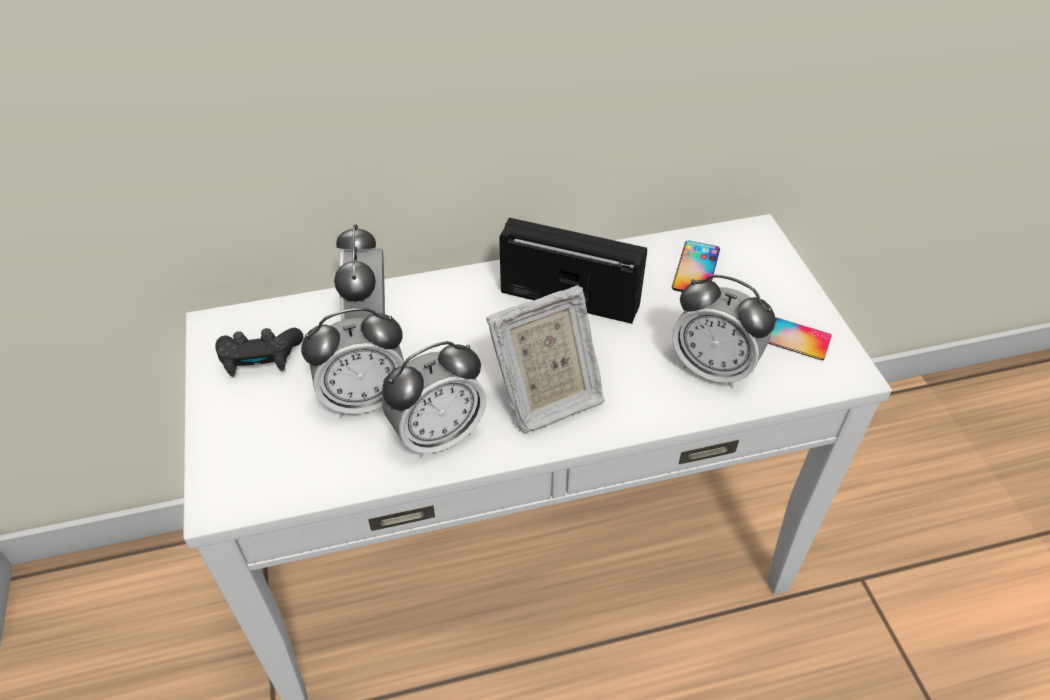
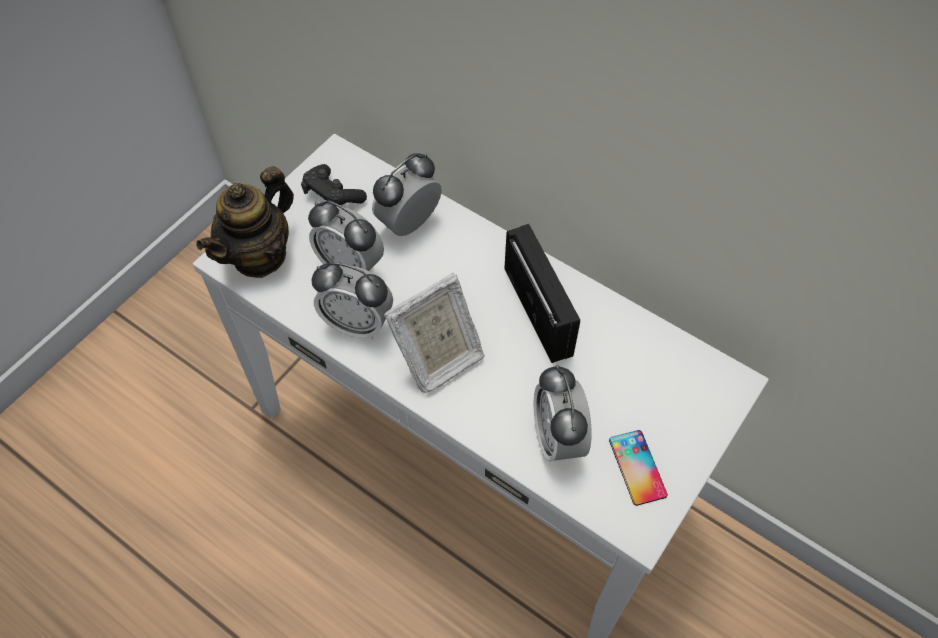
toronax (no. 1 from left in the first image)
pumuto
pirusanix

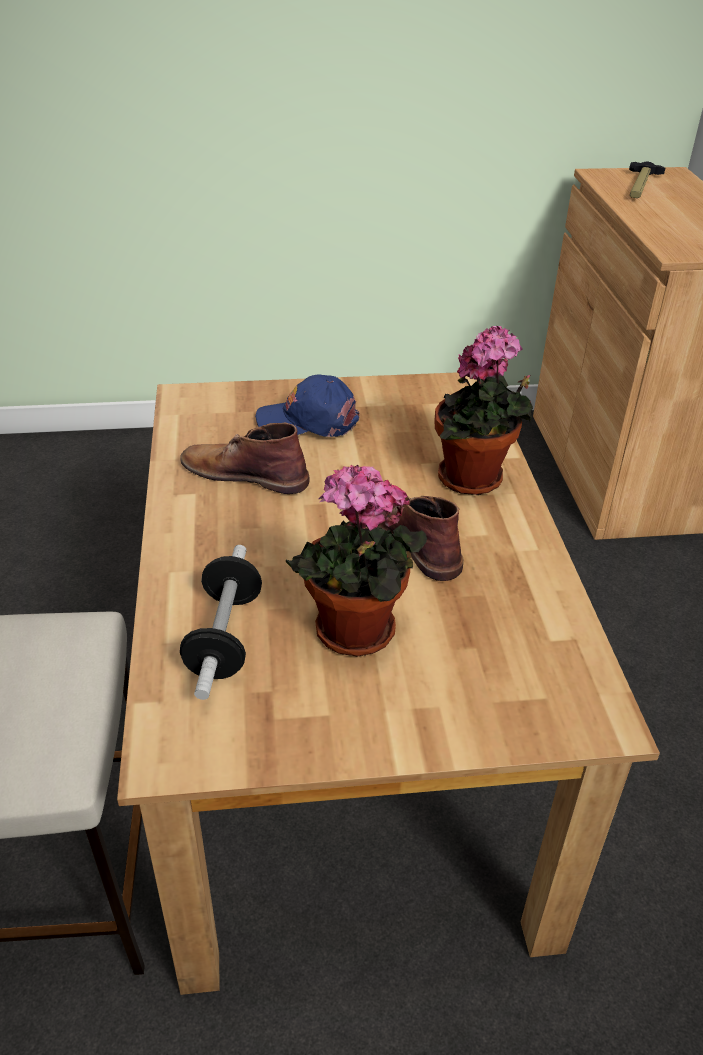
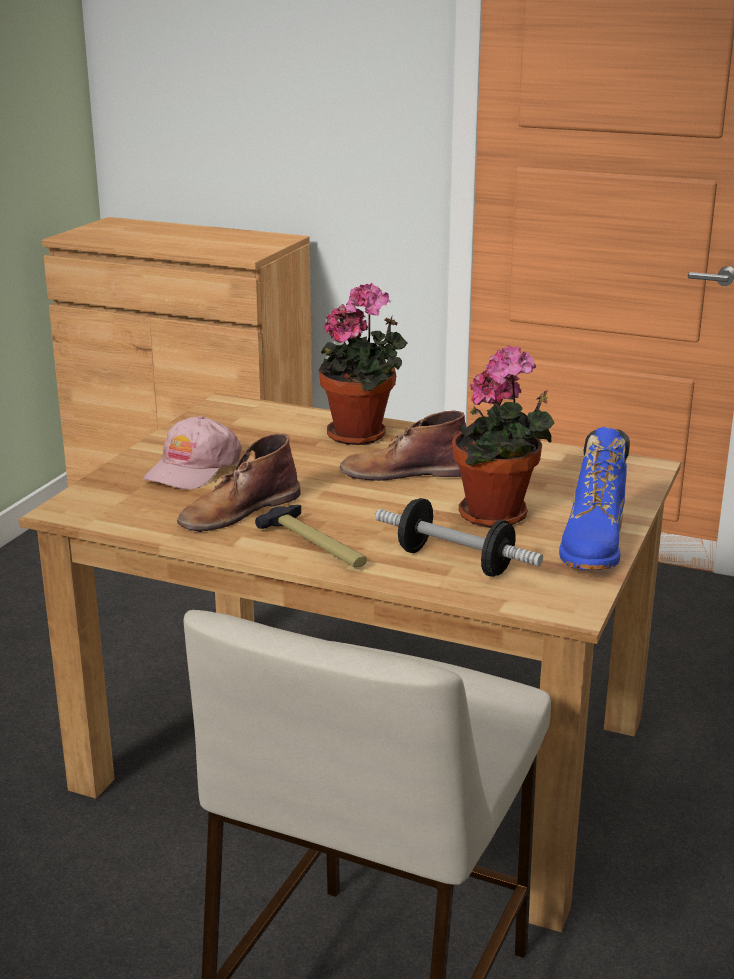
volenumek
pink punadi
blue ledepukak

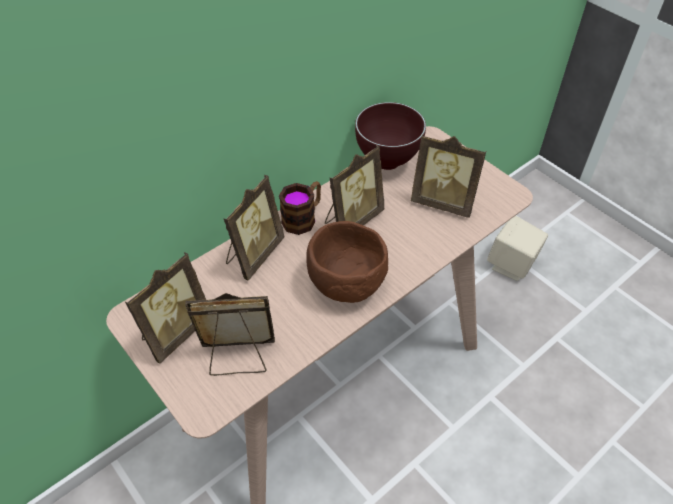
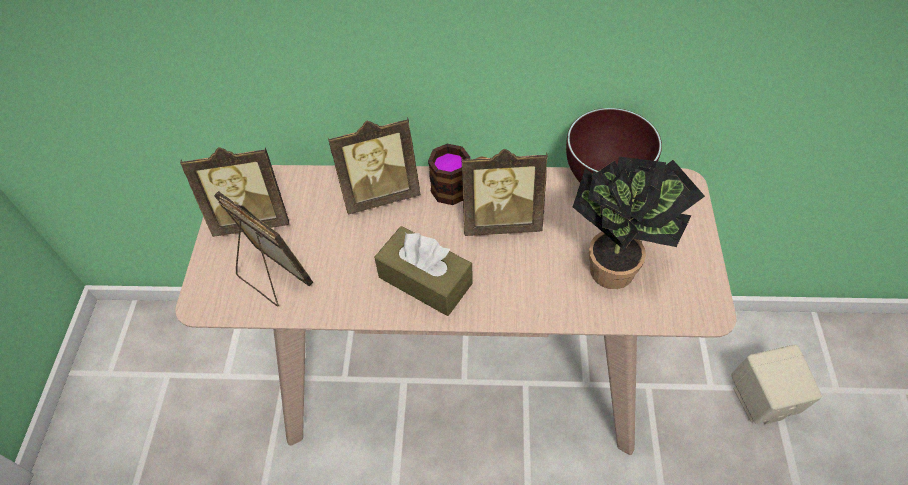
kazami
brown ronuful

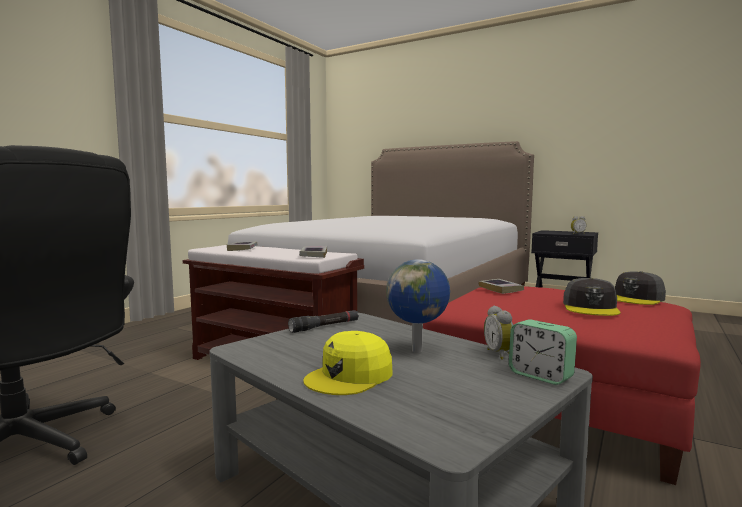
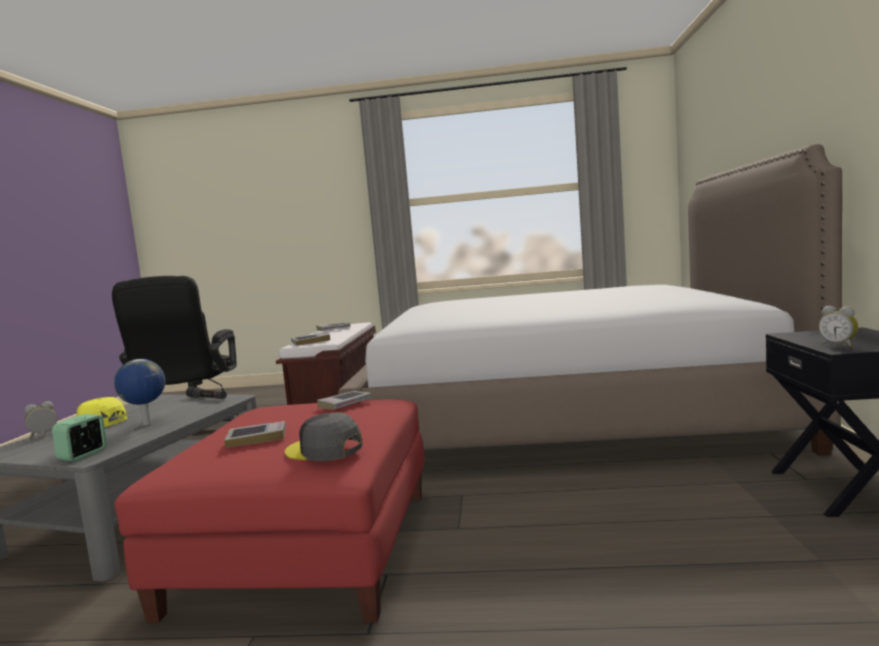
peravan (no. 1 from left)
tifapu (no. 1 from left)

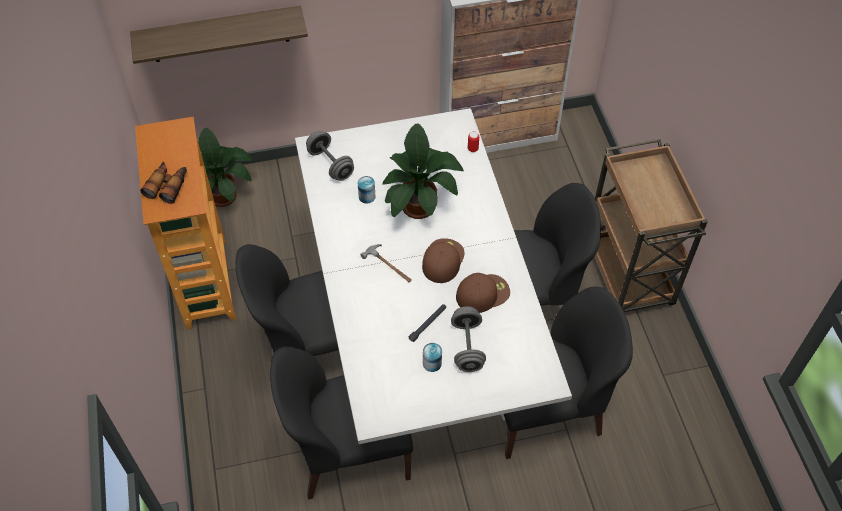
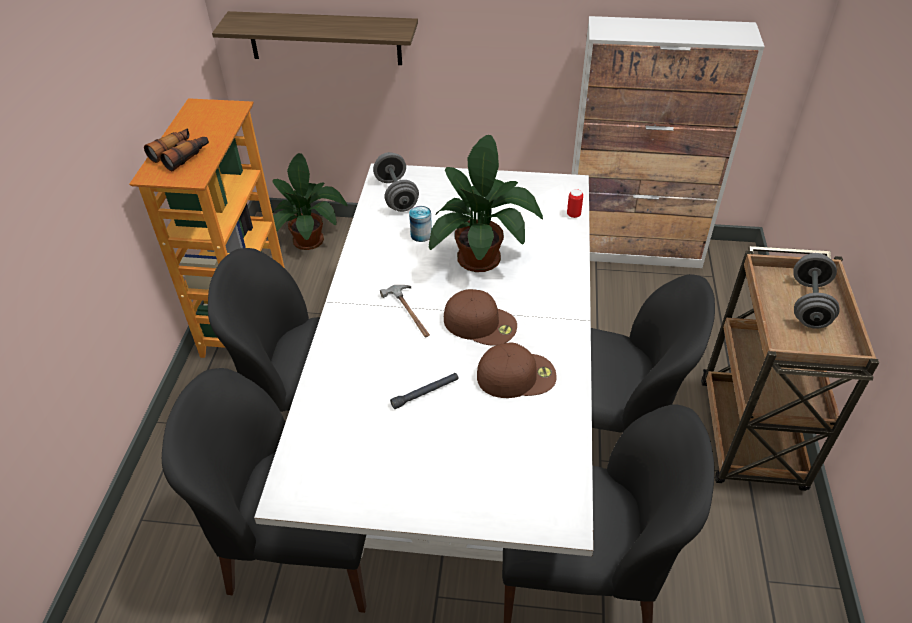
brown punadi (no. 1 from left)
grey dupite (no. 2 from left)
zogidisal (no. 2 from left in the first image)

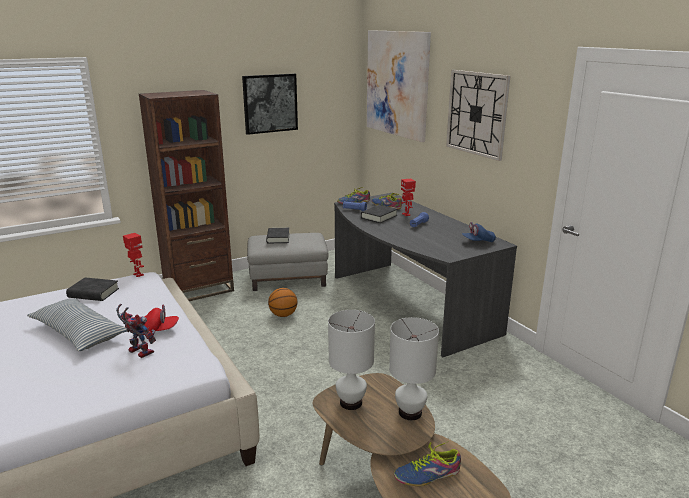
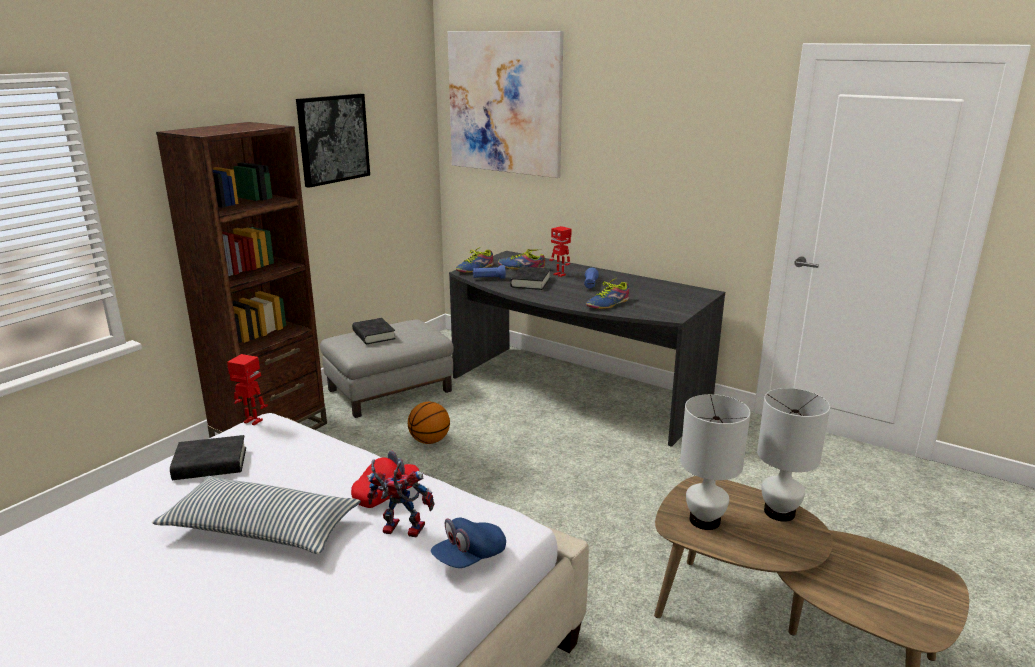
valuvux
blue punadi
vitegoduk (no. 3 from left)

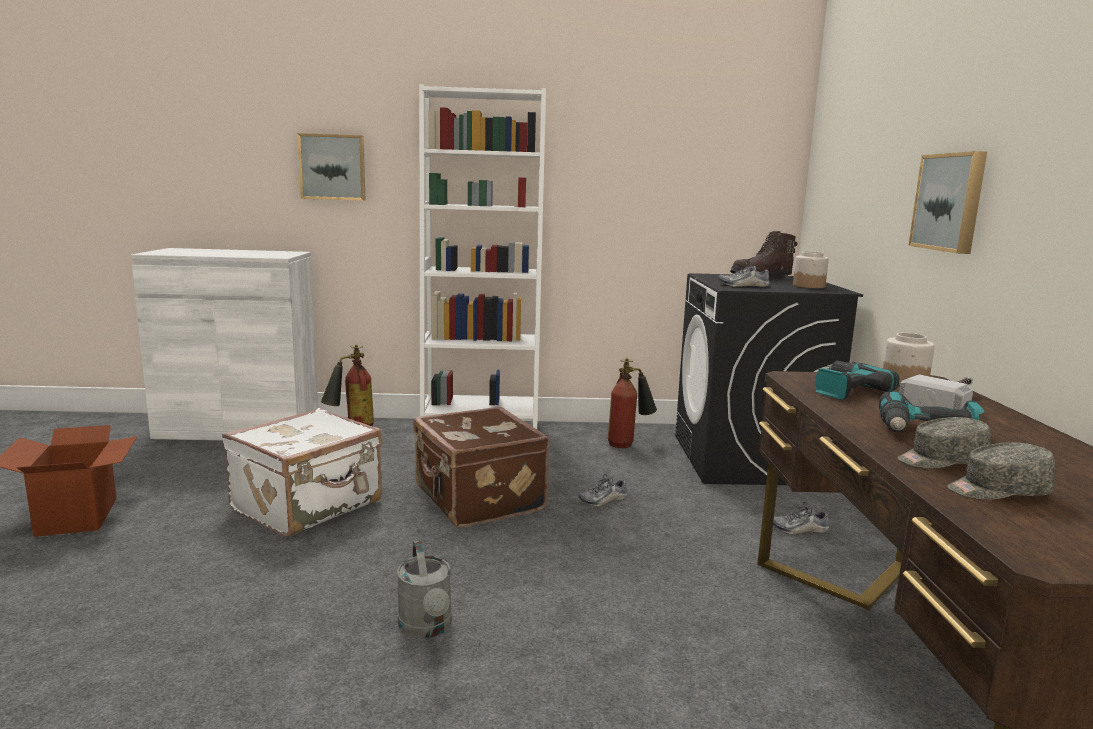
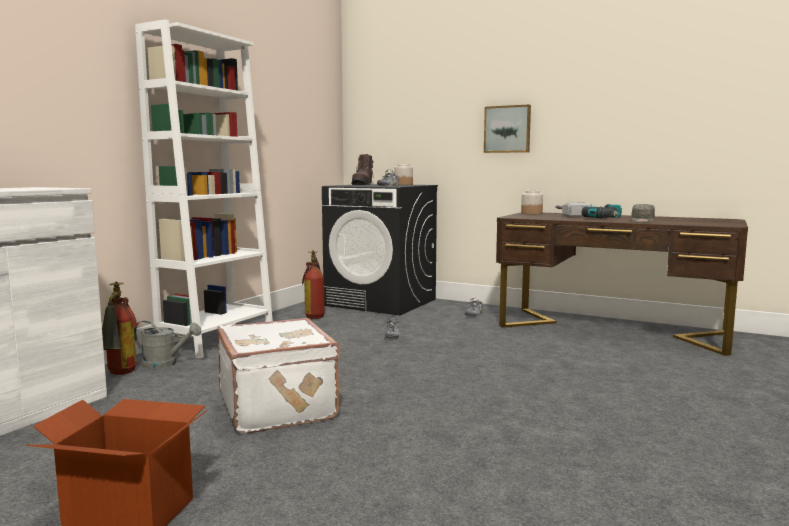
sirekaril (no. 1 from left in the first image)
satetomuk (no. 1 from left in the first image)
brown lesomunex
grey punadi (no. 2 from left in the first image)
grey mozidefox

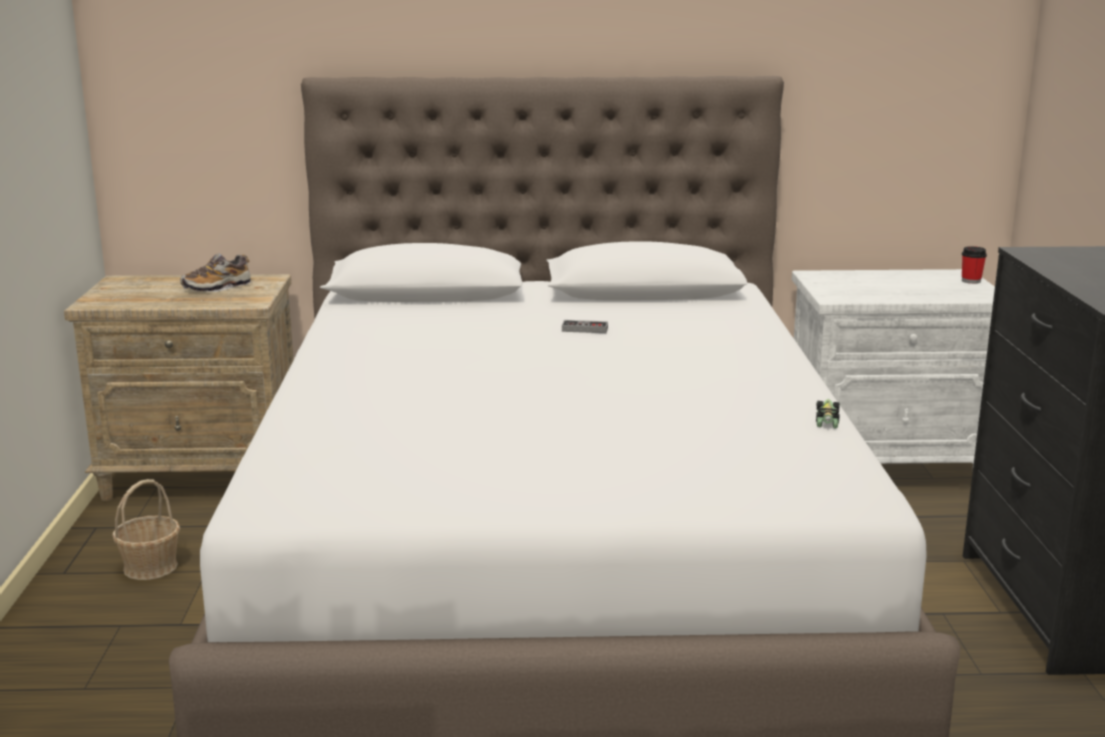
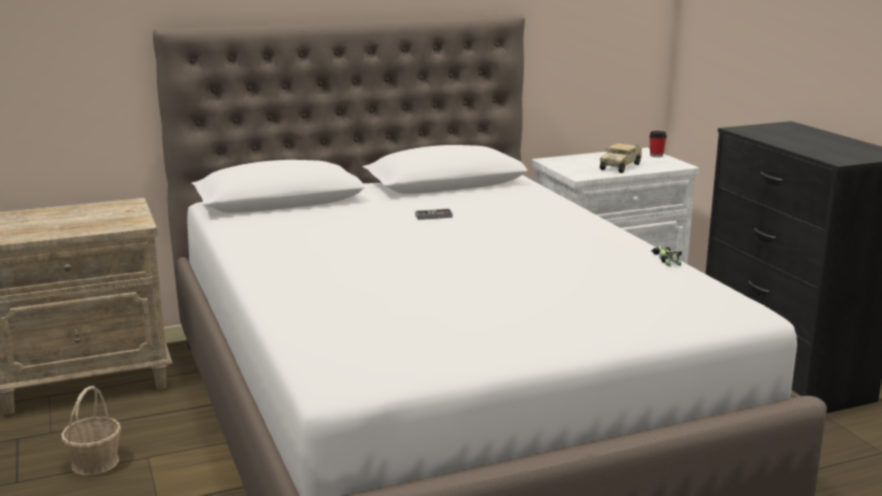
vitegoduk
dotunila

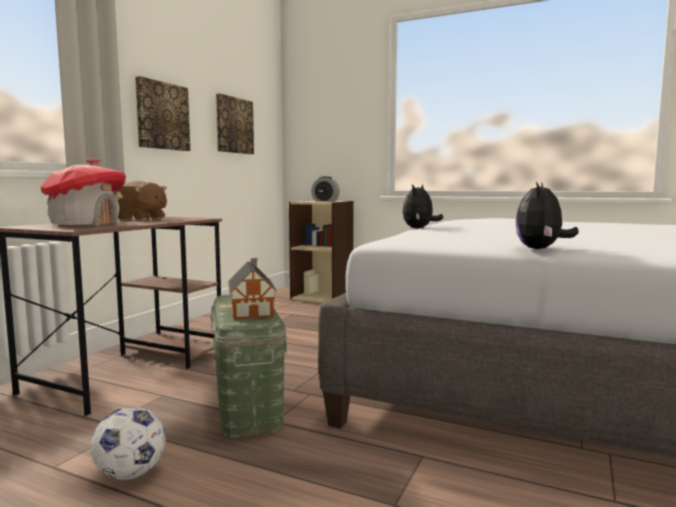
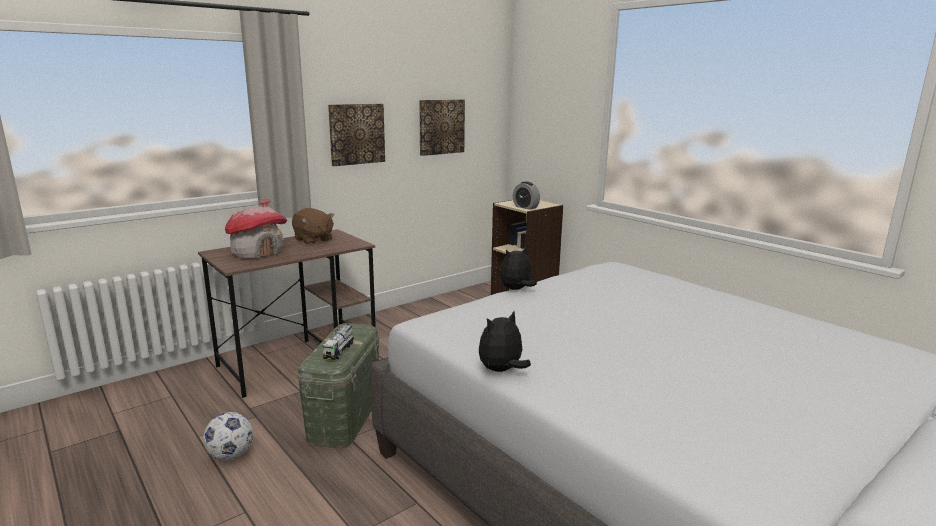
dotunila

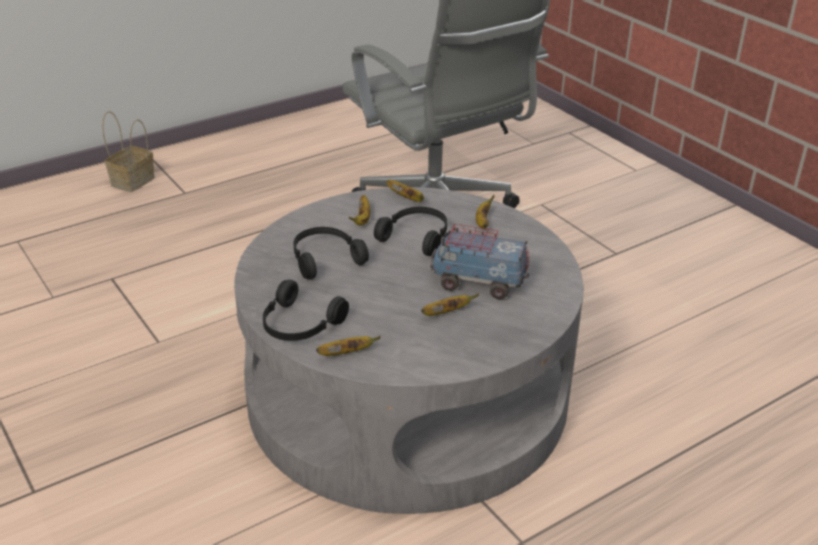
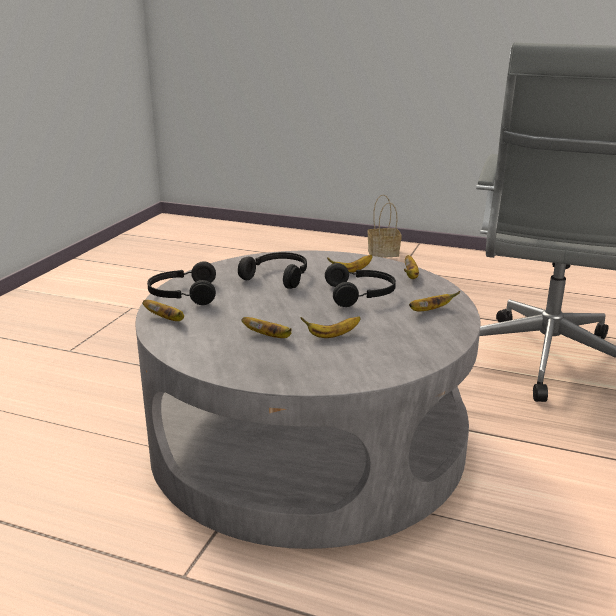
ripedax (no. 3 from left)

